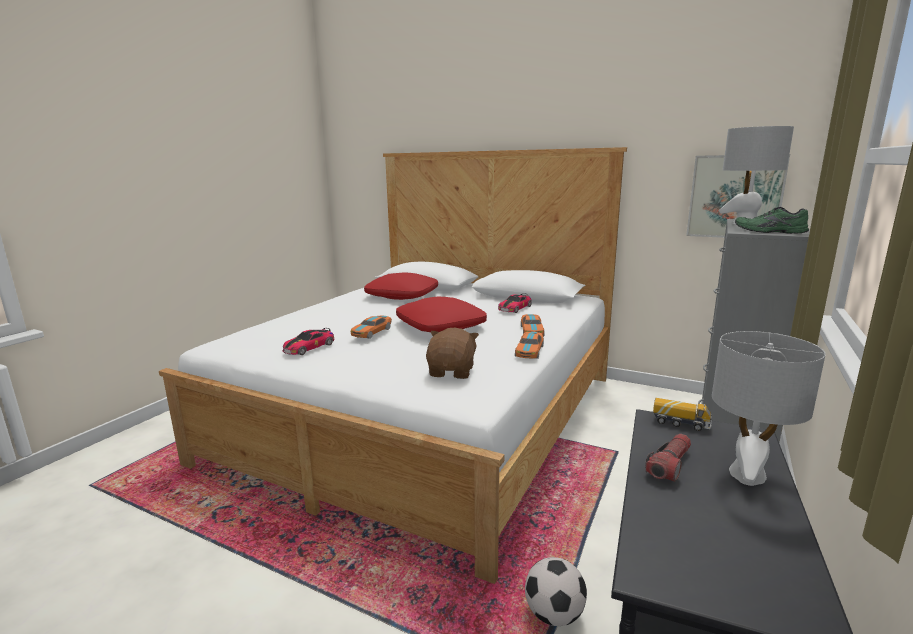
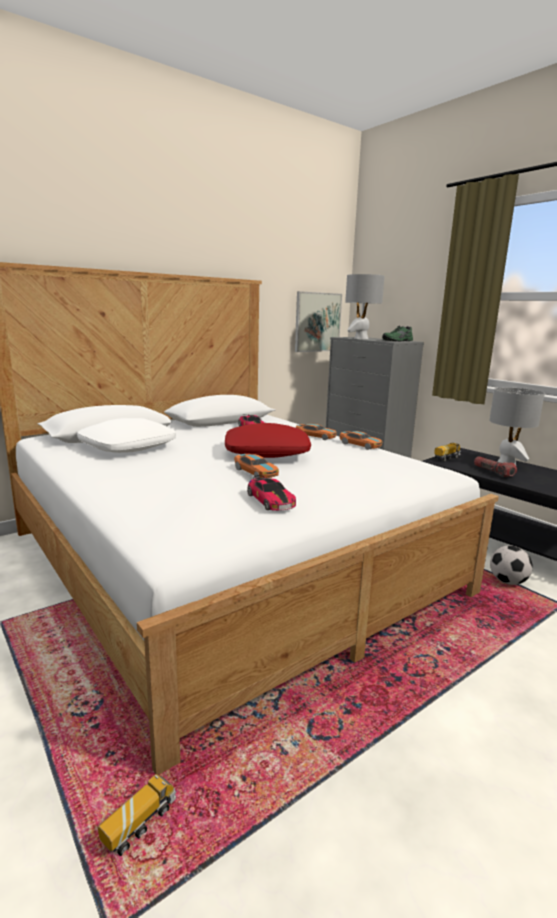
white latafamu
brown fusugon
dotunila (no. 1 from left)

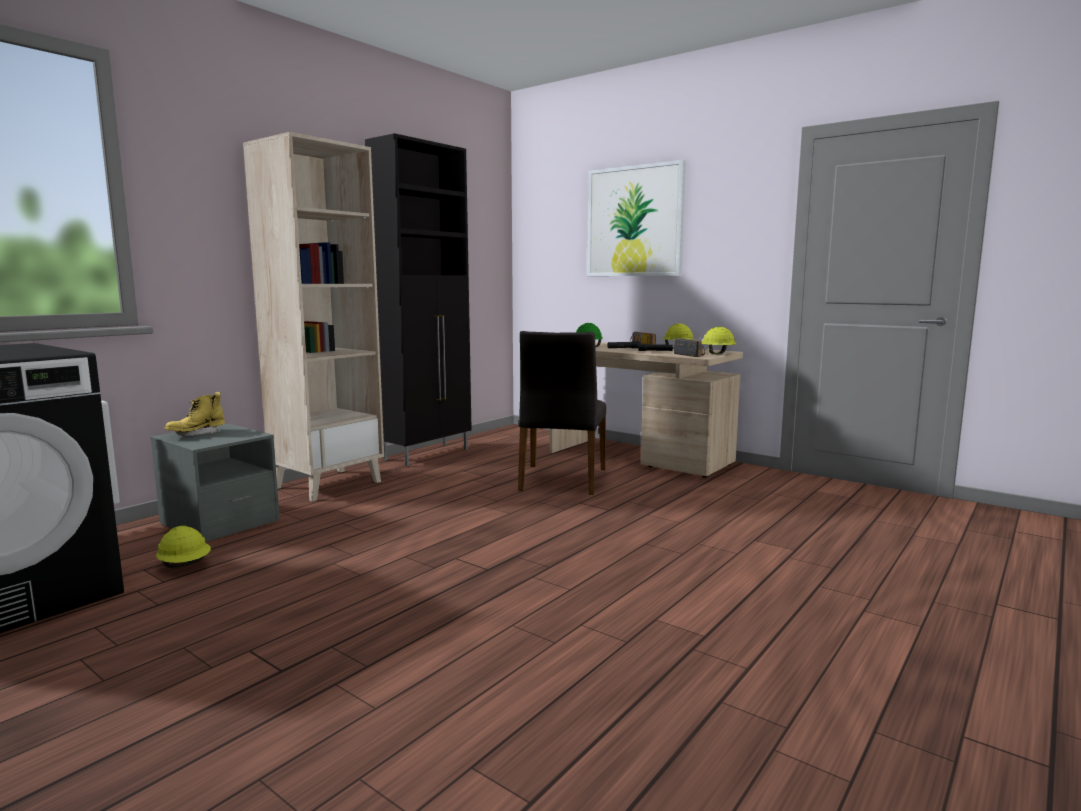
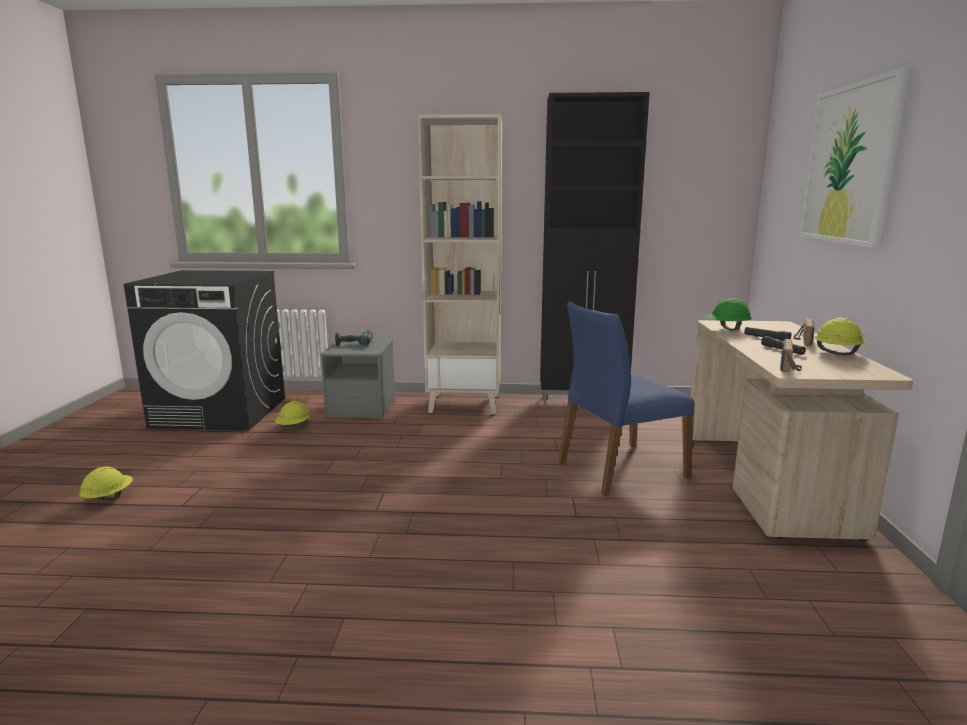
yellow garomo (no. 1 from left)
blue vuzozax
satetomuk

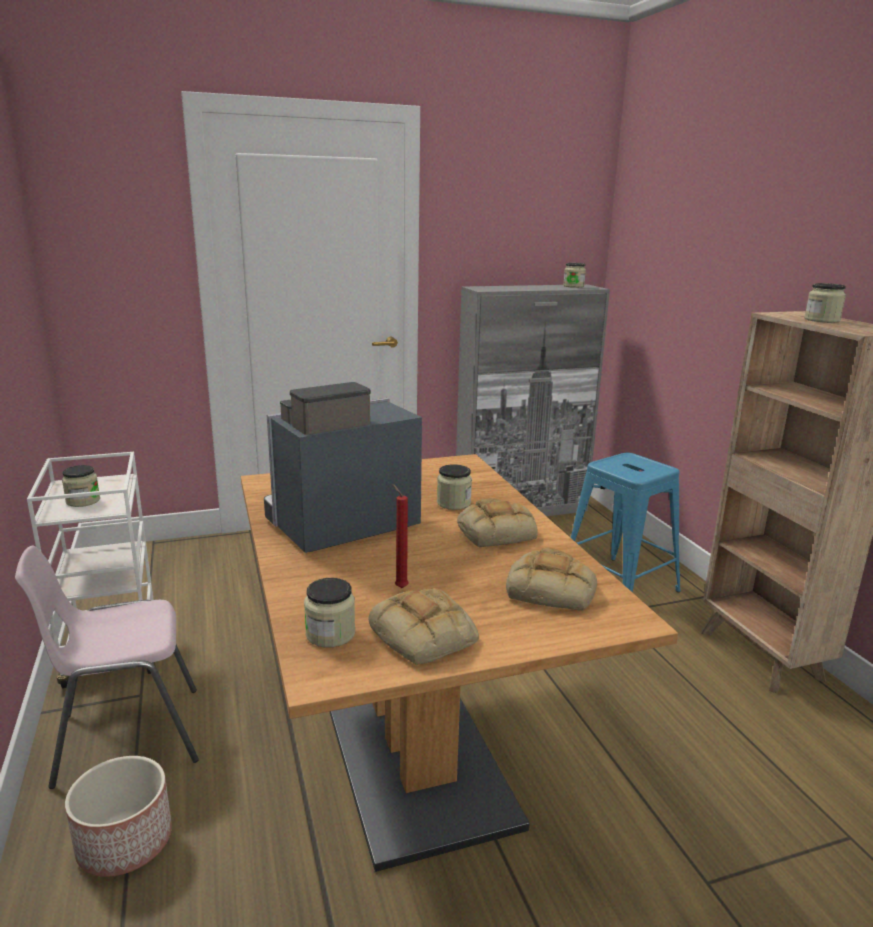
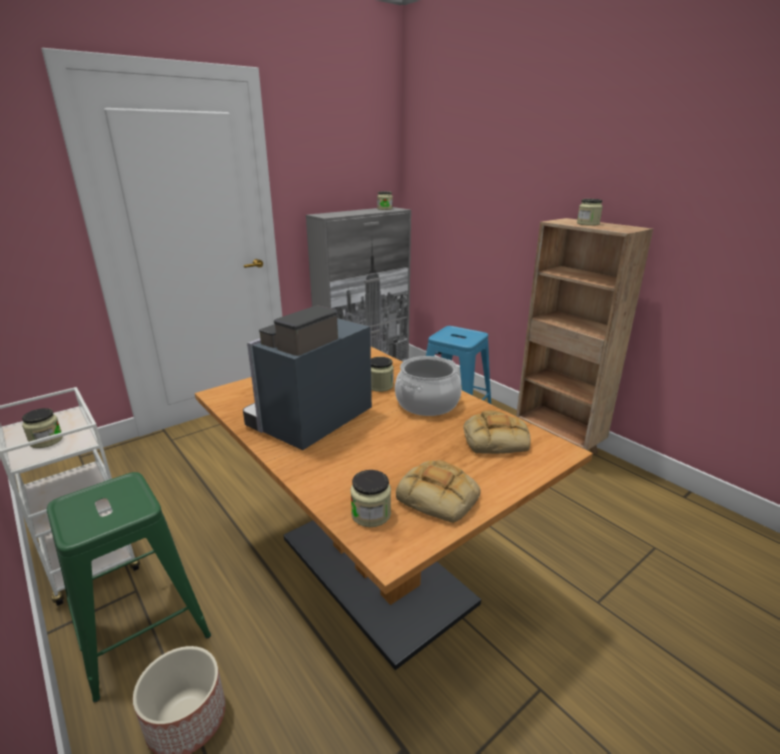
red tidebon
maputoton
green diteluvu

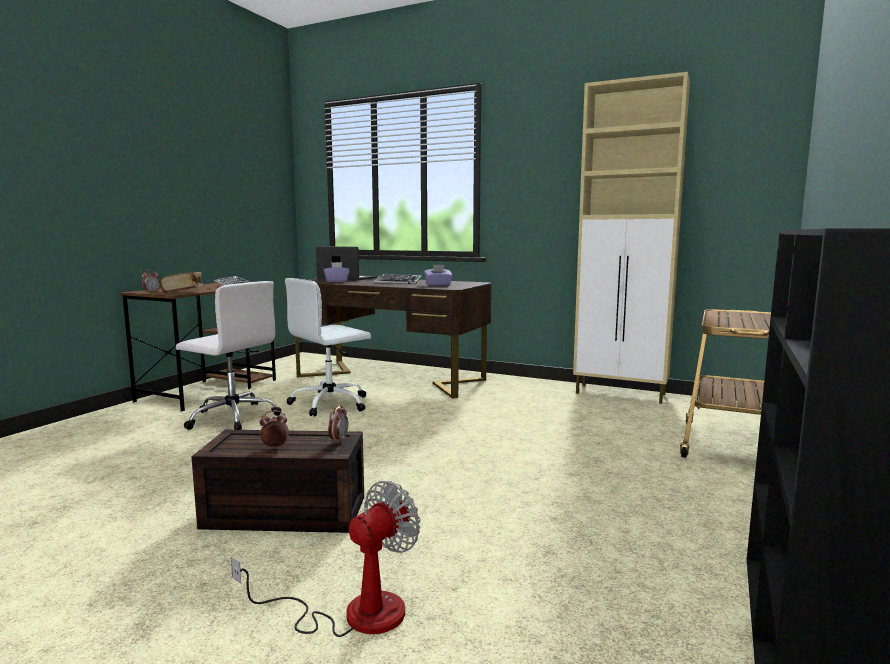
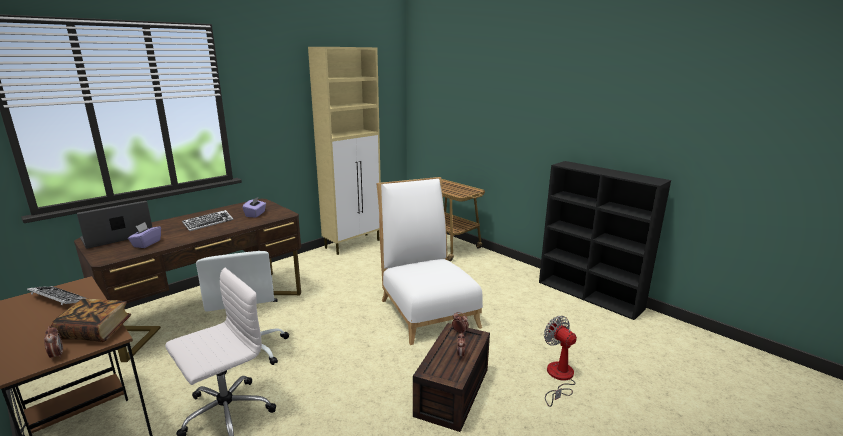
white vuzozax

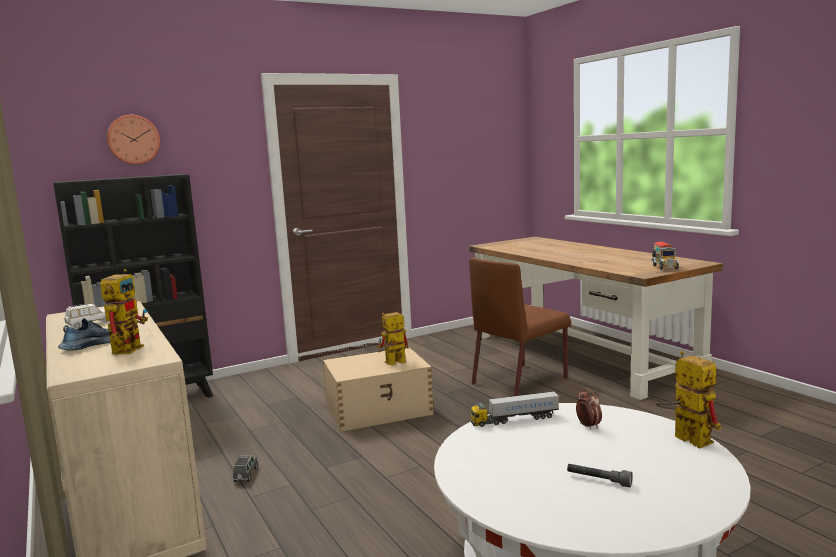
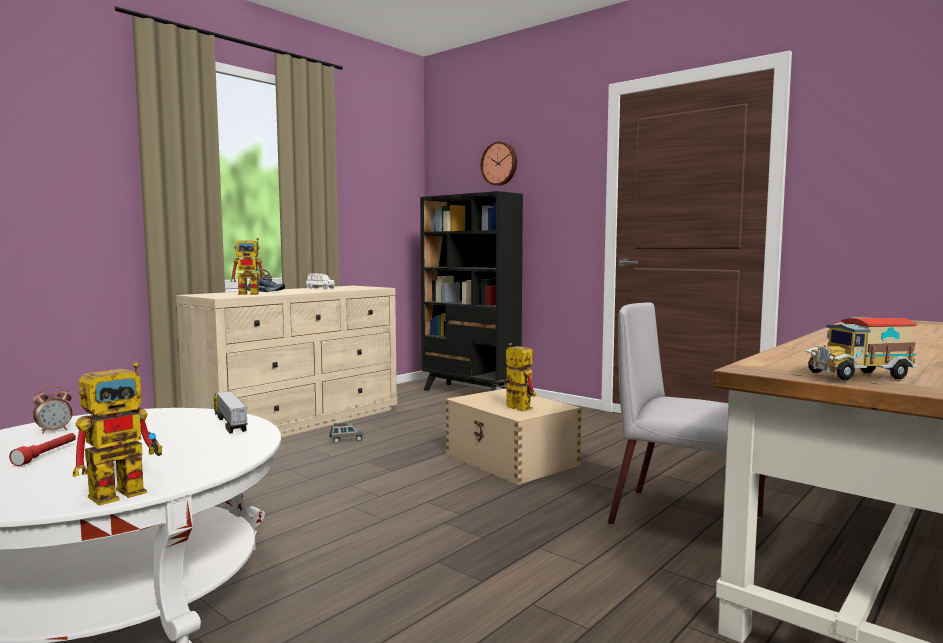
grey vuzozax
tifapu
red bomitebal

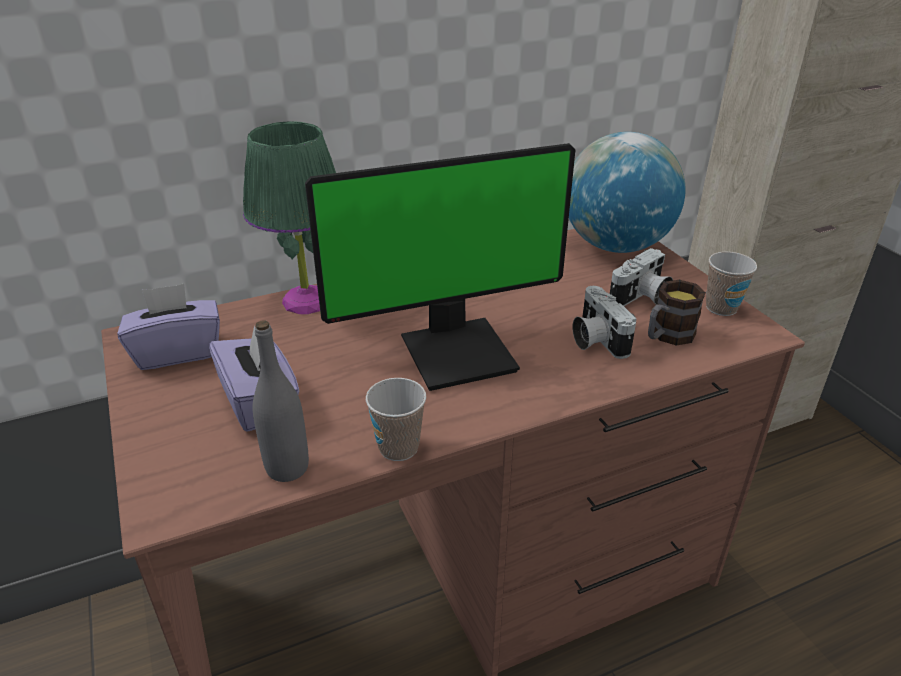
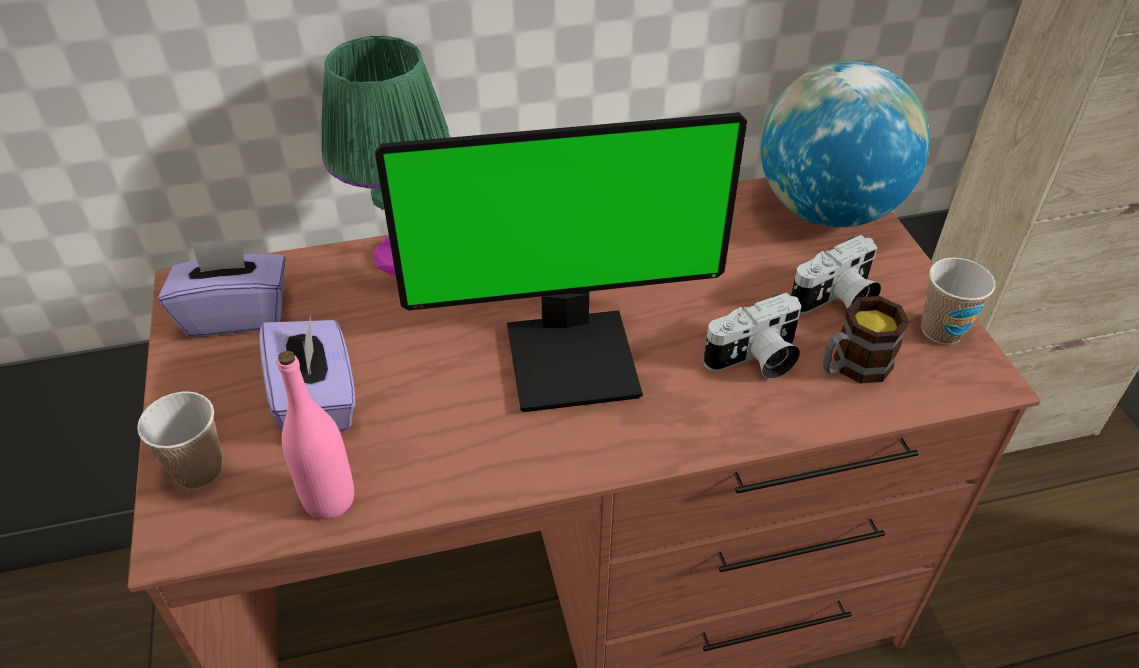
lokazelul (no. 1 from left)
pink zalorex
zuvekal (no. 1 from left)

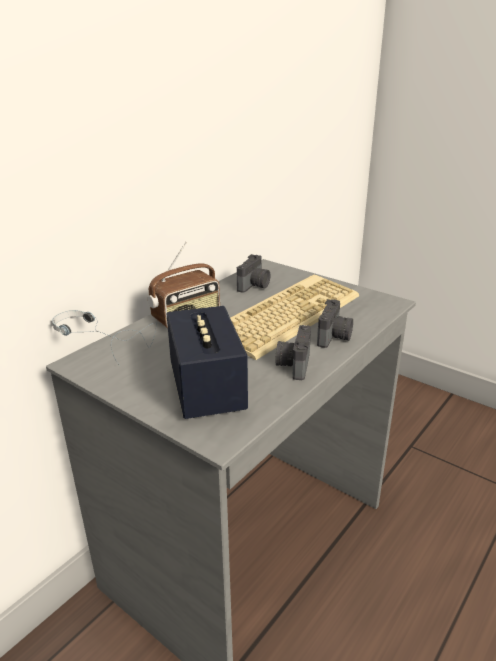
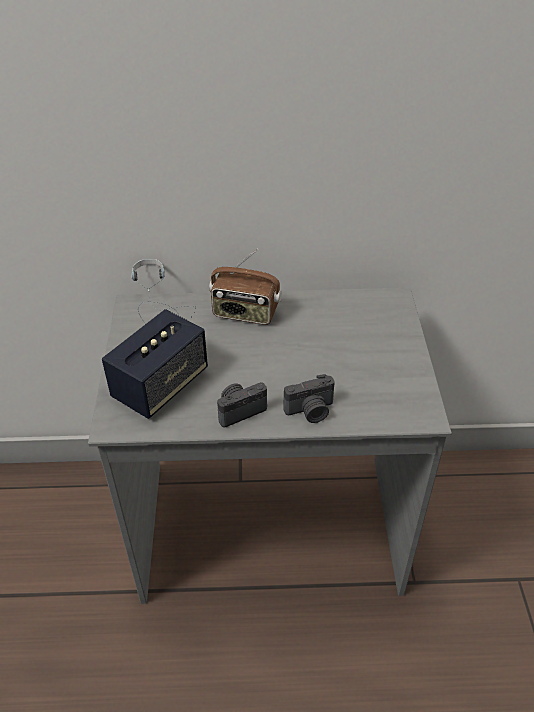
lokazelul (no. 1 from left in the first image)
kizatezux

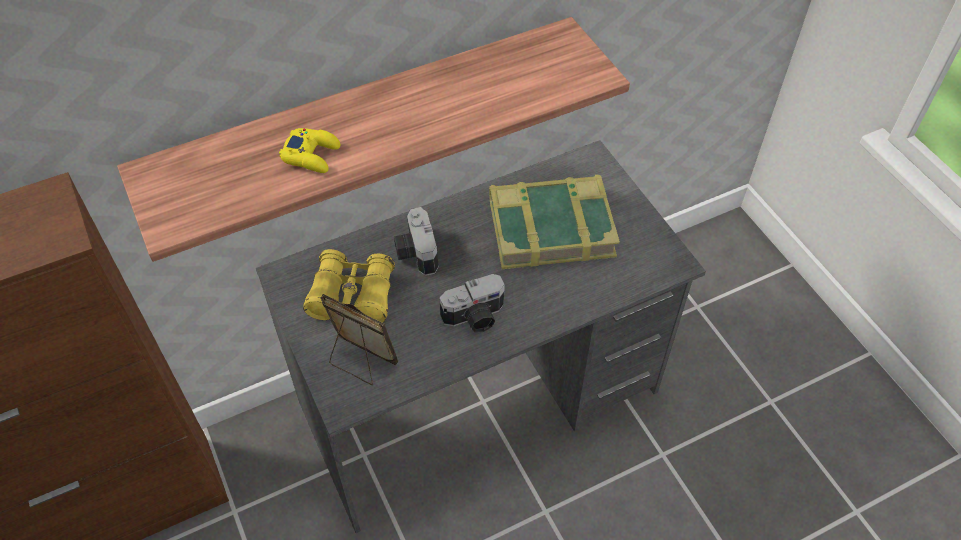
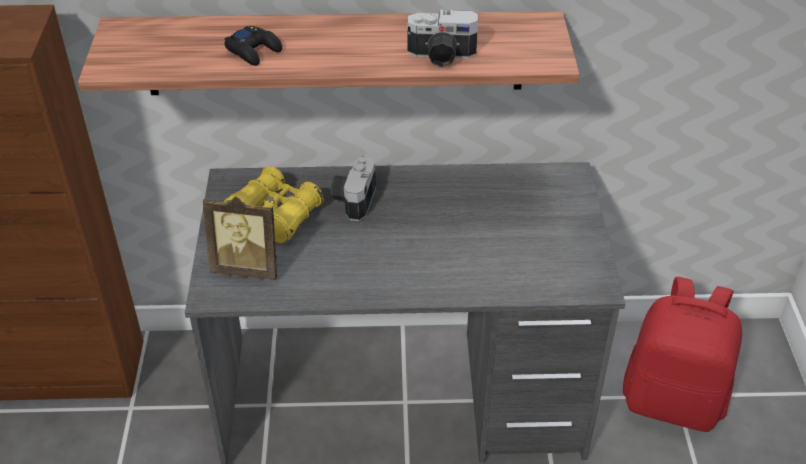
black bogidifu
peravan
lokazelul (no. 2 from left)
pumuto
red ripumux

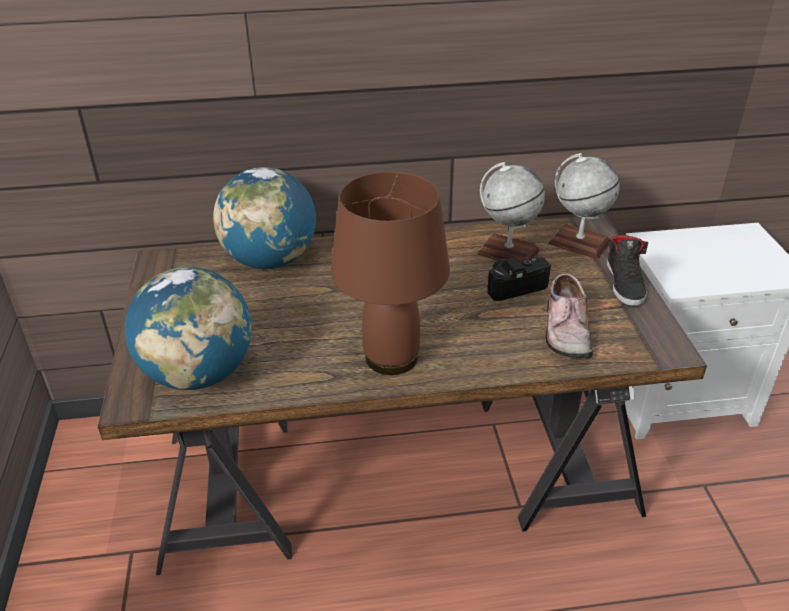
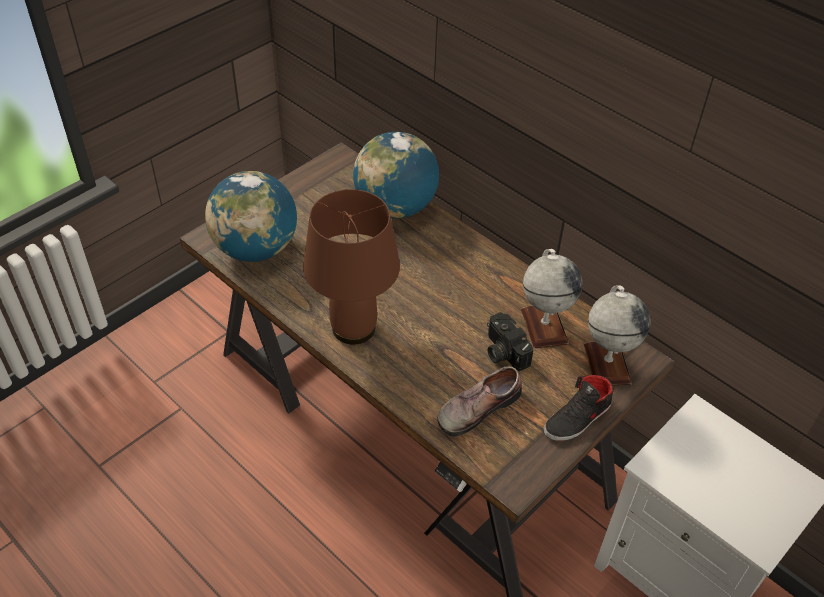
lokazelul

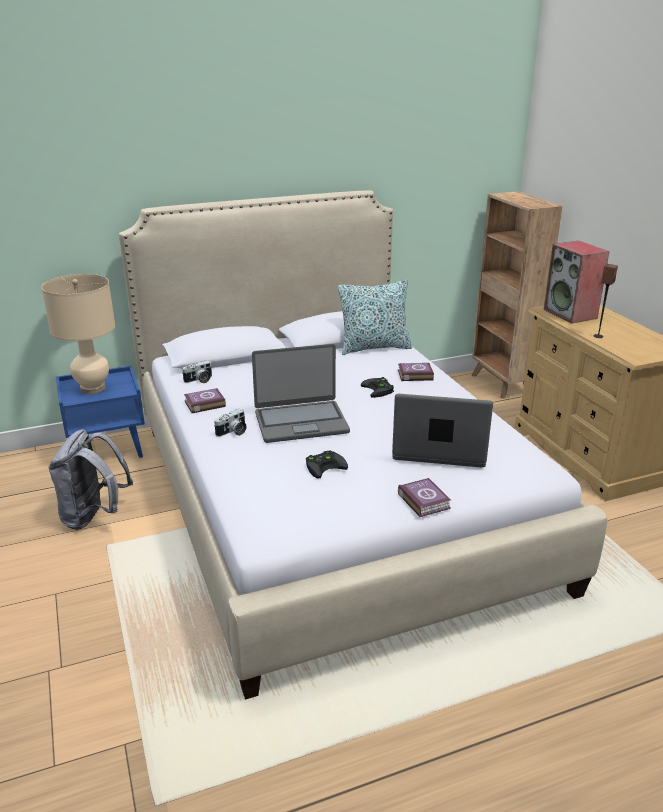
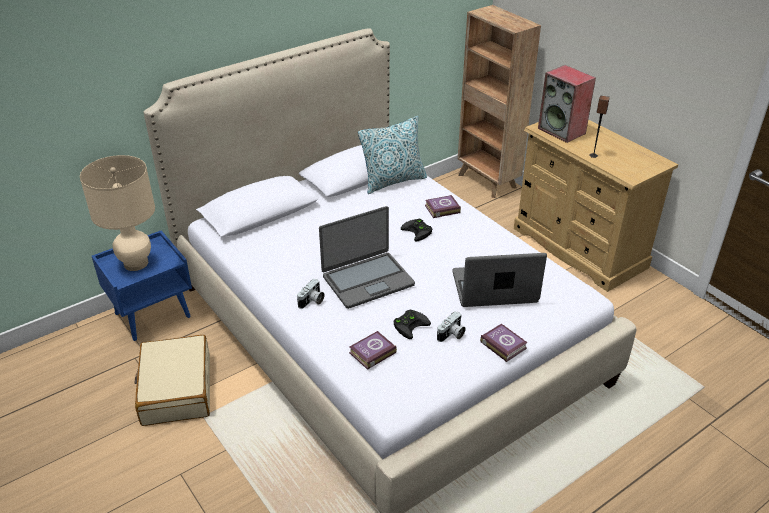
lokazelul (no. 2 from left)
peravan (no. 1 from left)
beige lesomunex

